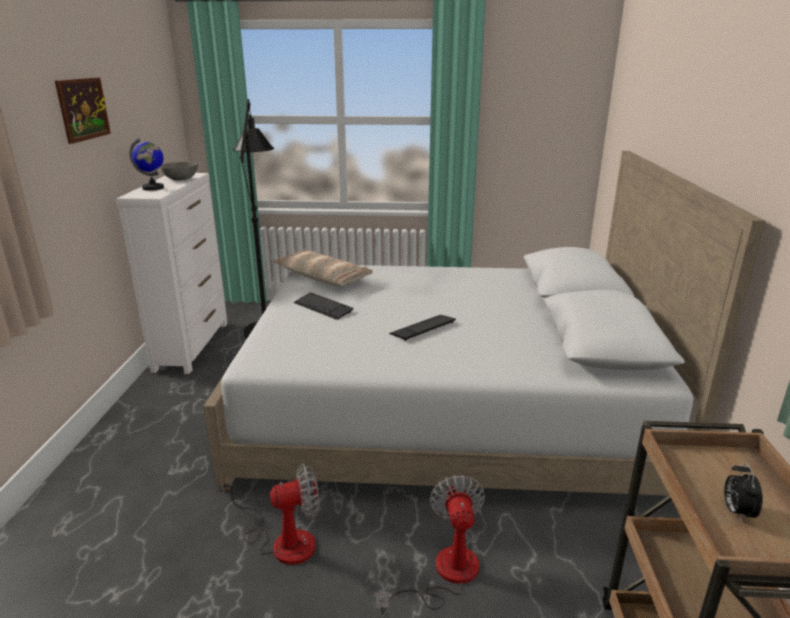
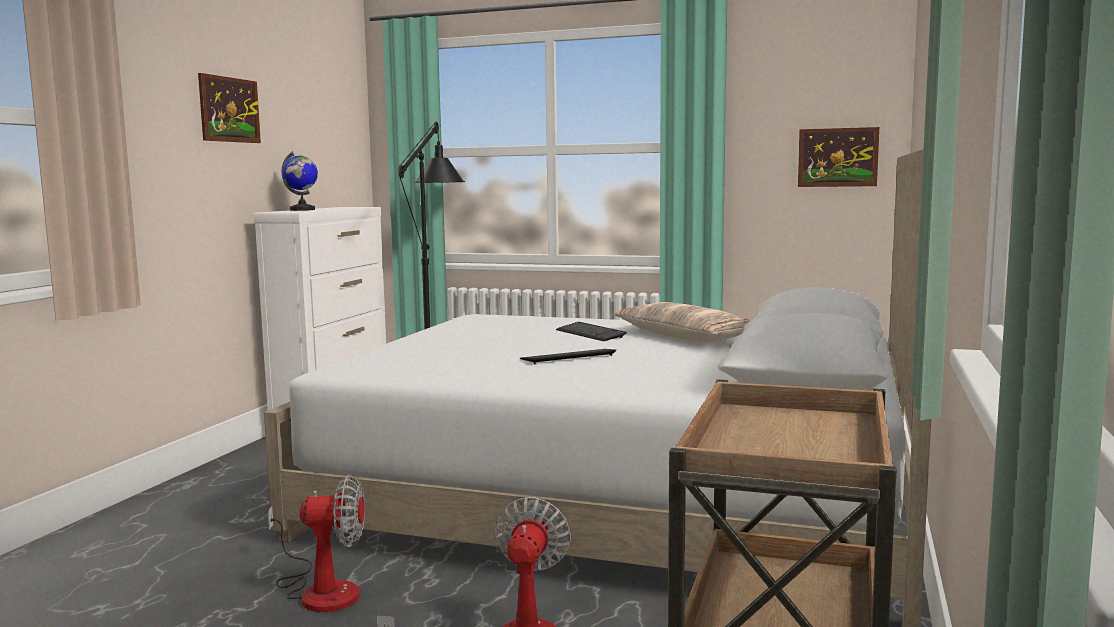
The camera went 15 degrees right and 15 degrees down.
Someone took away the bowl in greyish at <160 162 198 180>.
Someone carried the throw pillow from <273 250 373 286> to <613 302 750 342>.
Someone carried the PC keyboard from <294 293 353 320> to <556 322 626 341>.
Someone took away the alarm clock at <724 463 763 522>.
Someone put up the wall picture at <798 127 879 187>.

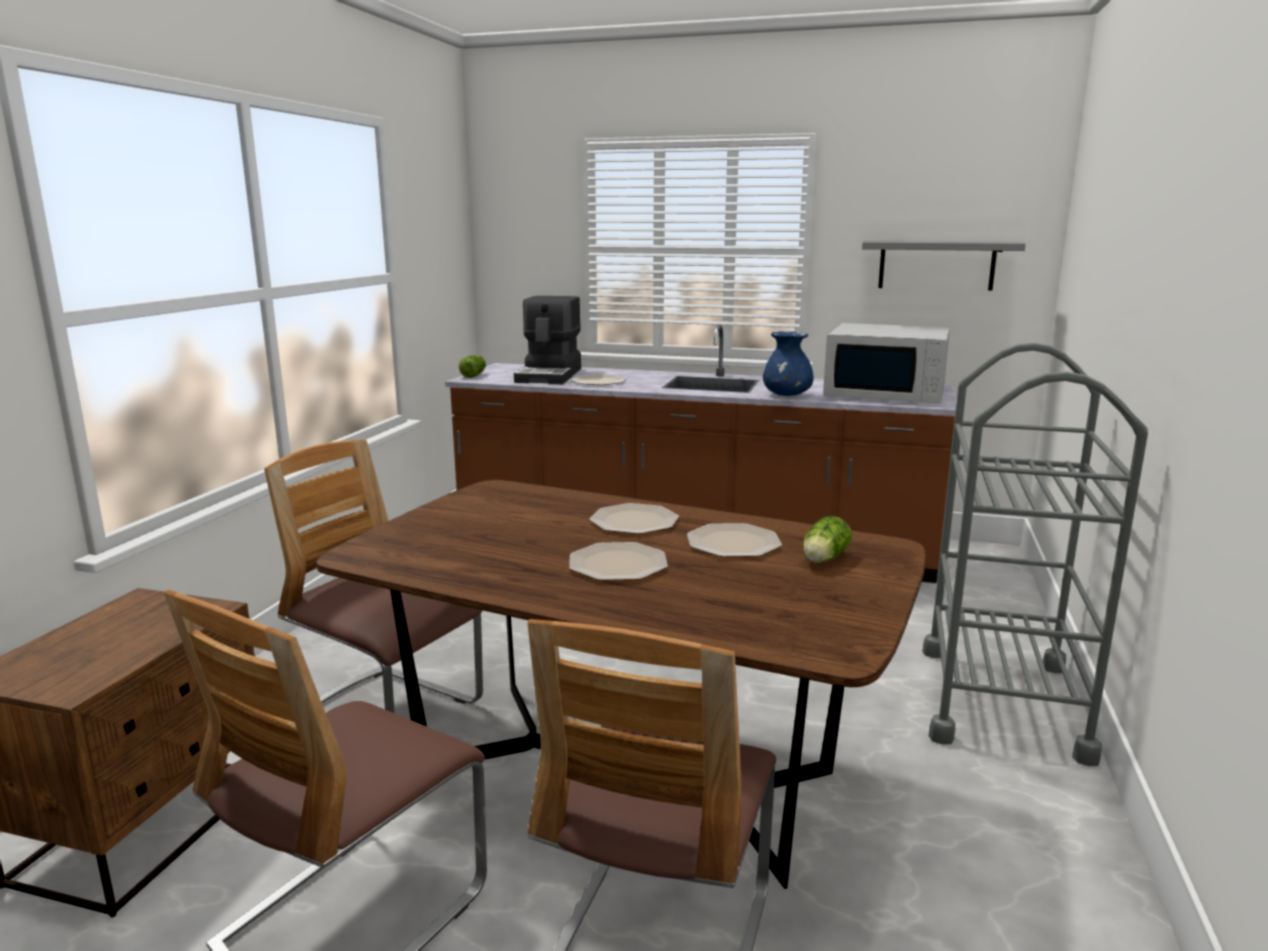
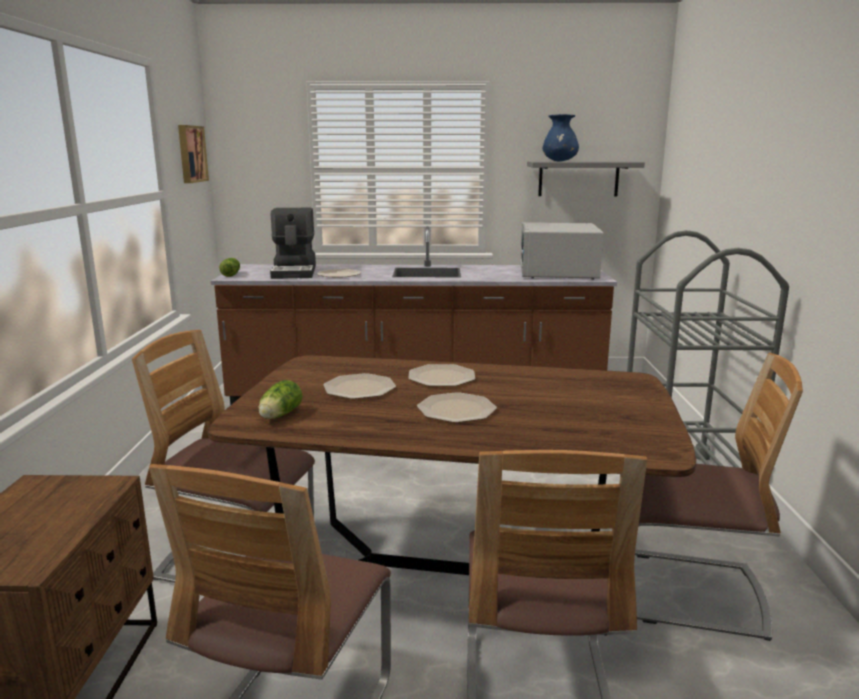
The camera went 15 degrees left and 0 degrees up.
Someone rotated the microwave in white-coloured at <823 323 950 404> by 90 degrees clockwise.
Someone carried the vase in blue from <763 331 813 396> to <543 114 579 161>.
Someone carried the lettuce from <803 516 852 563> to <258 380 302 419>.
Someone carried the plate from <687 523 782 557> to <323 373 396 399>.
Someone put up the wall picture at <178 125 209 183>.
Someone put down the upright chair at <620 353 803 641>.

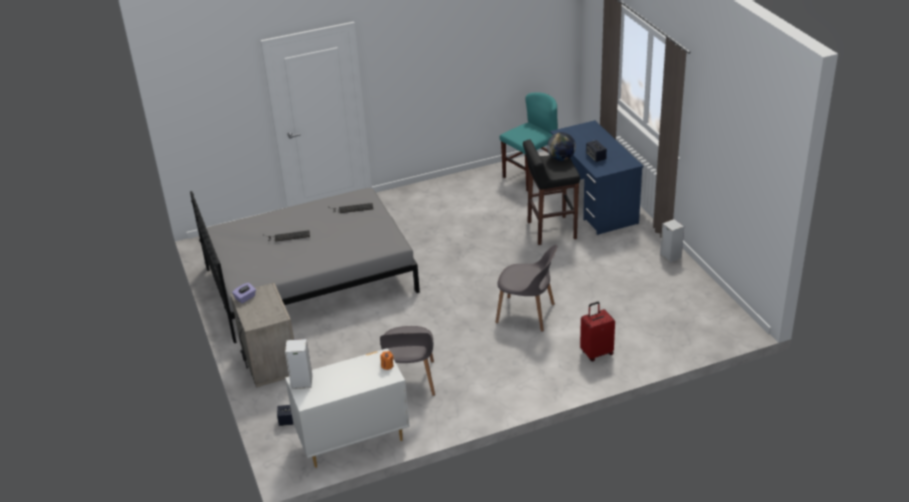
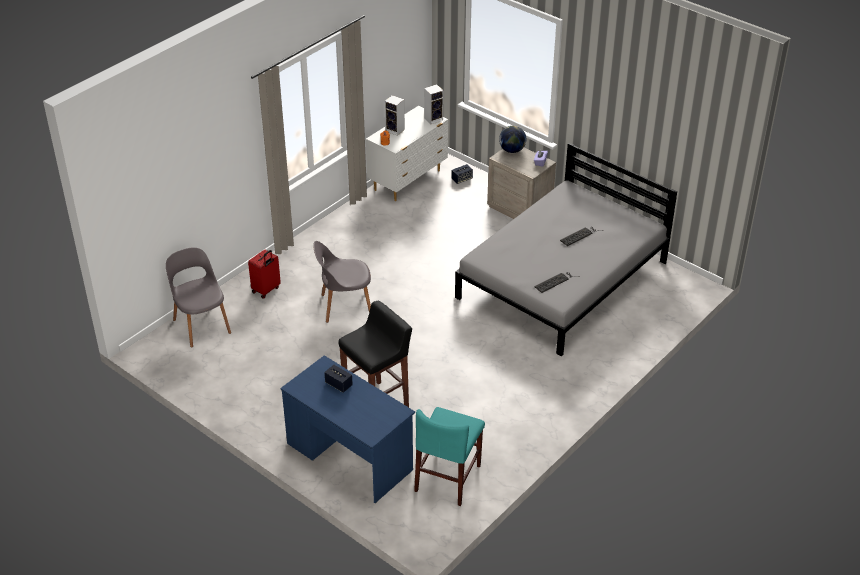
The camera went 150 degrees right and 5 degrees up.
Someone carried the globe from <547 132 576 161> to <499 126 526 153>.
Someone carried the speaker from <660 219 684 263> to <385 95 405 136>.
Someone carried the upright chair in greyish from <380 326 435 396> to <166 247 231 347>.

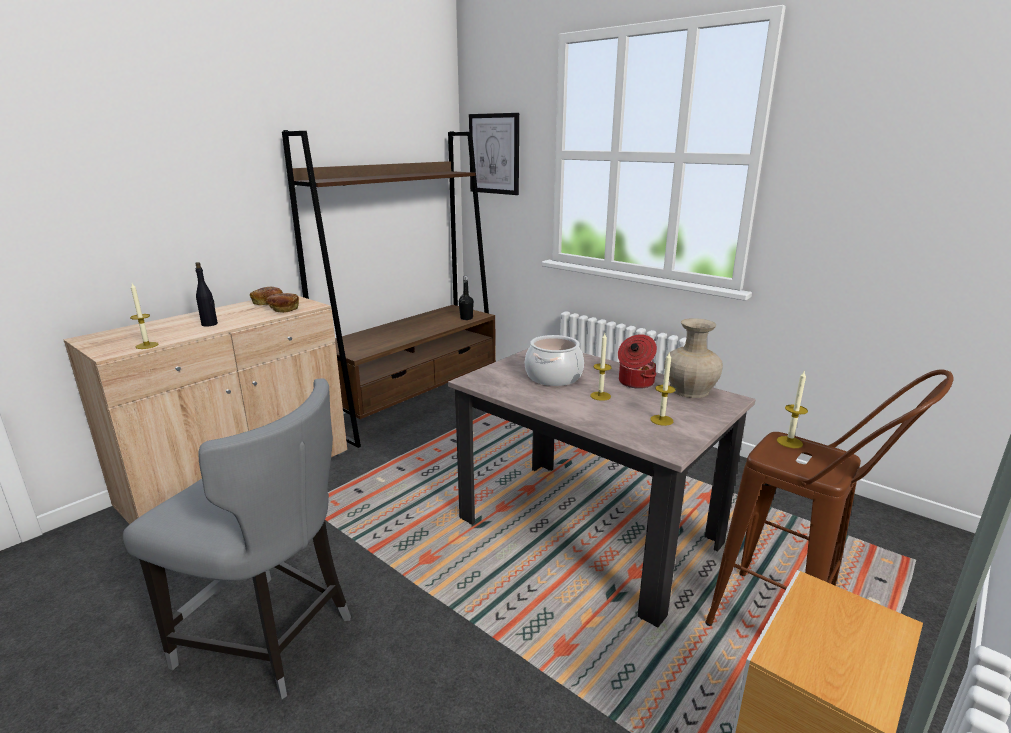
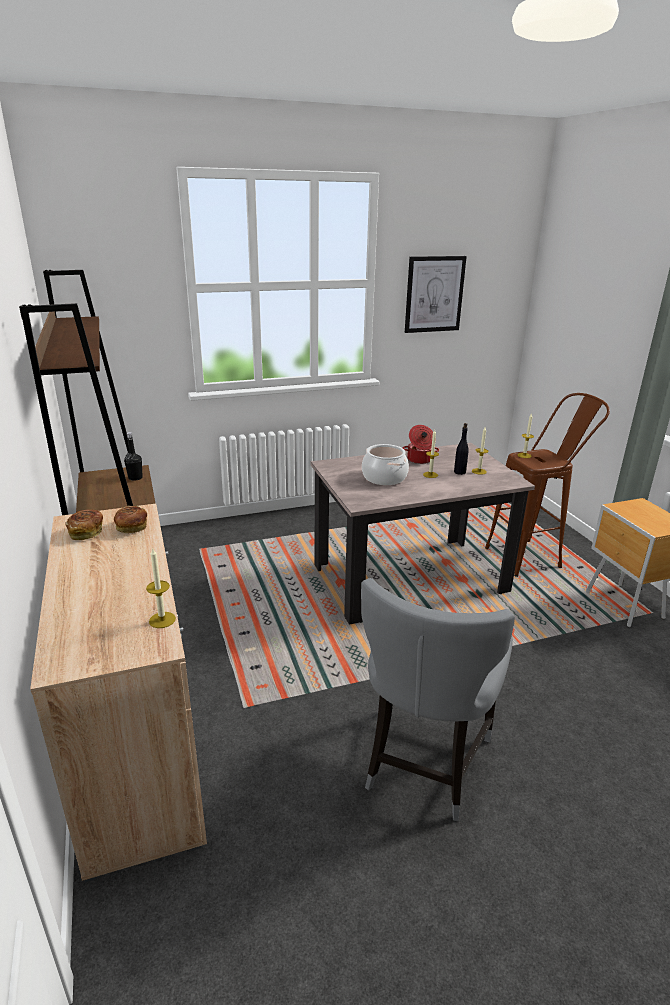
The camera went 60 degrees left and 5 degrees up.
Someone carried the wall picture from <469 113 519 195> to <405 256 467 333>.
Someone carried the bottle in black-coloured from <195 262 218 327> to <454 423 469 475>.
Someone took away the vase in sand-coloured at <664 318 723 398>.
Someone rotated the upright chair in greyish at <123 378 351 699> by 150 degrees clockwise.

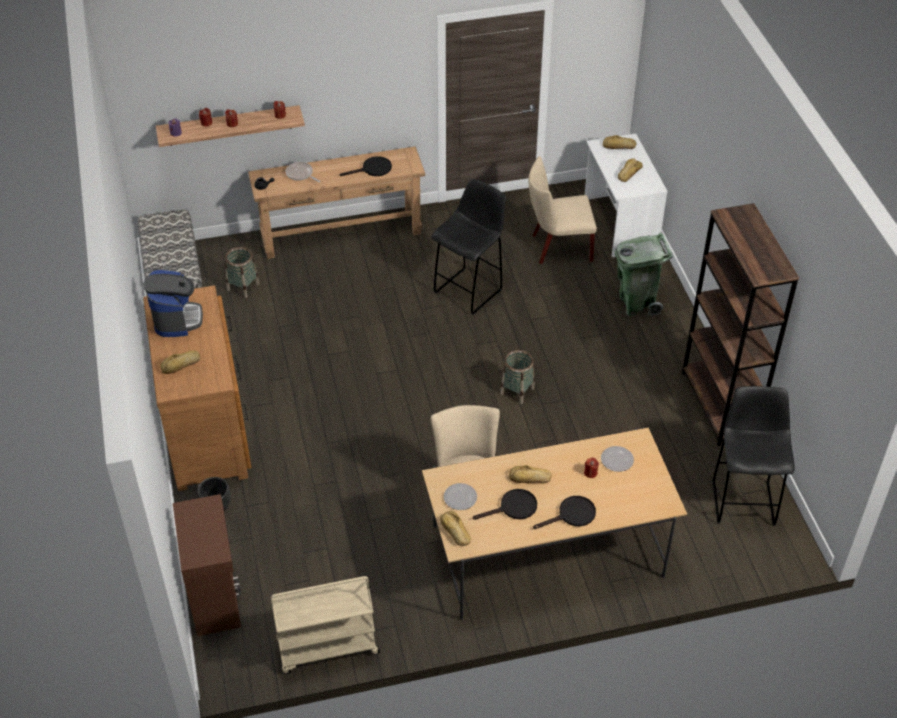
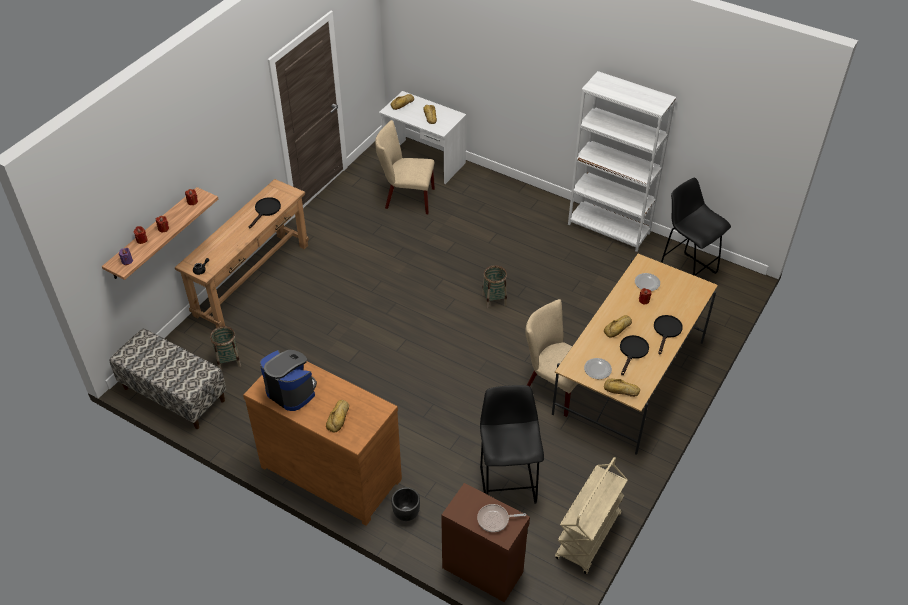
The camera went 45 degrees left and 0 degrees up.
Someone rotated the upright chair in sand-coloured at <528 156 597 264> by 60 degrees clockwise.
Someone carried the frying pan from <286 162 320 182> to <477 504 526 532>.
Someone carried the stool seat in black-coloured from <431 179 506 315> to <480 385 544 504>.
Someone repainted the bookcase in brownish at <682 203 799 446>, which became the bookcase in white-coloured at <568 71 676 252>.
Someone took away the trash can in green at <615 233 673 316>.

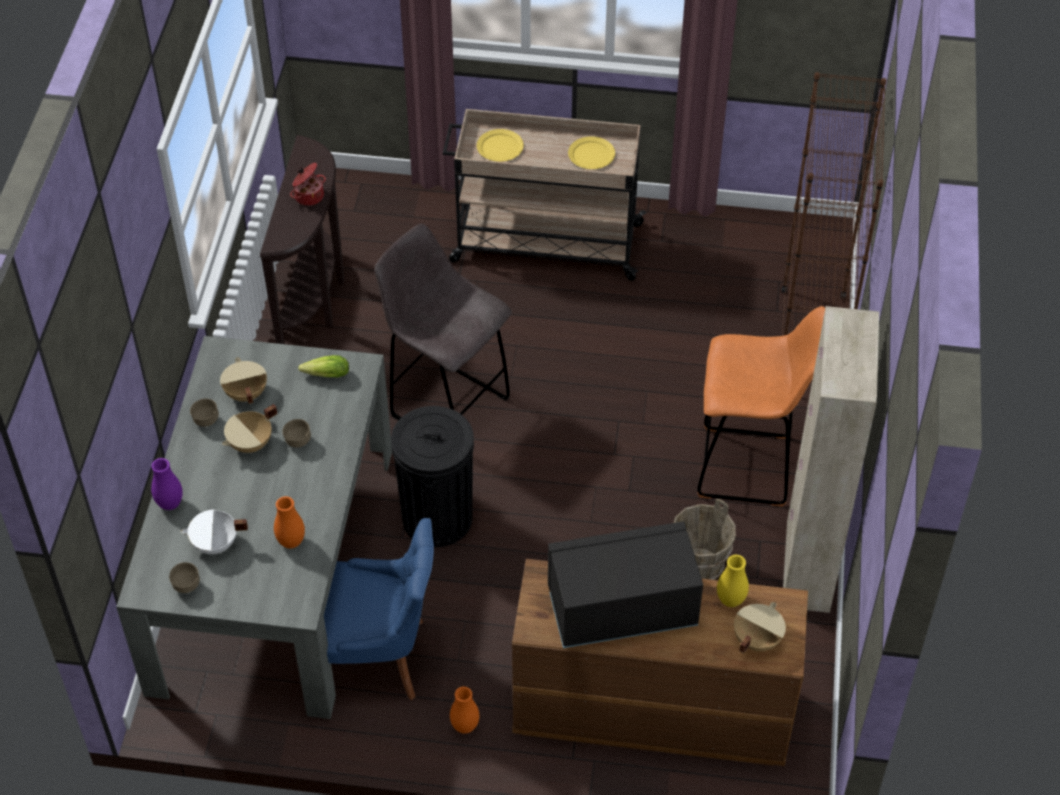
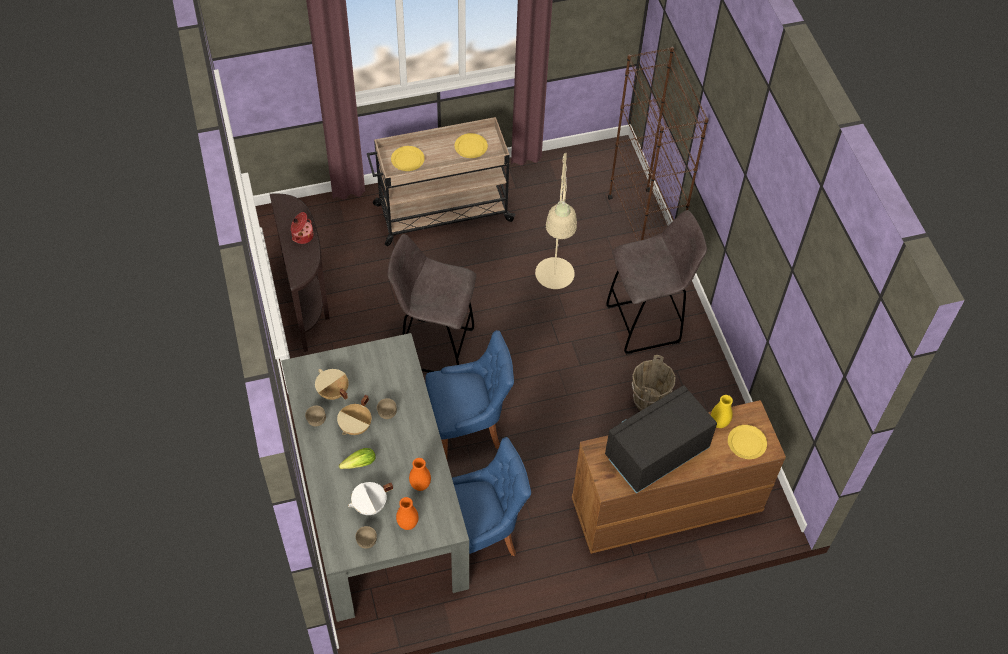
The camera went 25 degrees left and 5 degrees up.
Someone repainted the stool seat in orange-coloured at <697 306 825 507>, which became the stool seat in greyish at <606 210 707 355>.
Someone took away the cabinet in sand-coloured at <783 306 879 613>.
Someone carried the lettuce from <298 355 349 377> to <339 448 376 469>.
Someone swapped the trash can in black-coloured at <391 406 474 547> for the upright chair in blue at <425 330 514 459>.
Someone took away the vase in purple at <151 458 183 510>.
Someone swapped the cooking pot in sand-coloured at <734 602 786 654> for the plate in yellow at <728 425 767 459>.
Someone carried the vase in orange-coloured from <450 687 479 734> to <396 497 419 530>.
Someone put down the standard lamp in sand-coloured at <535 153 577 289>.

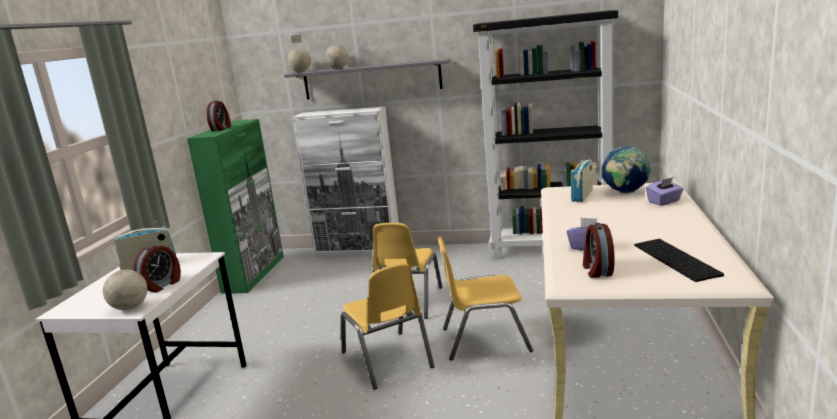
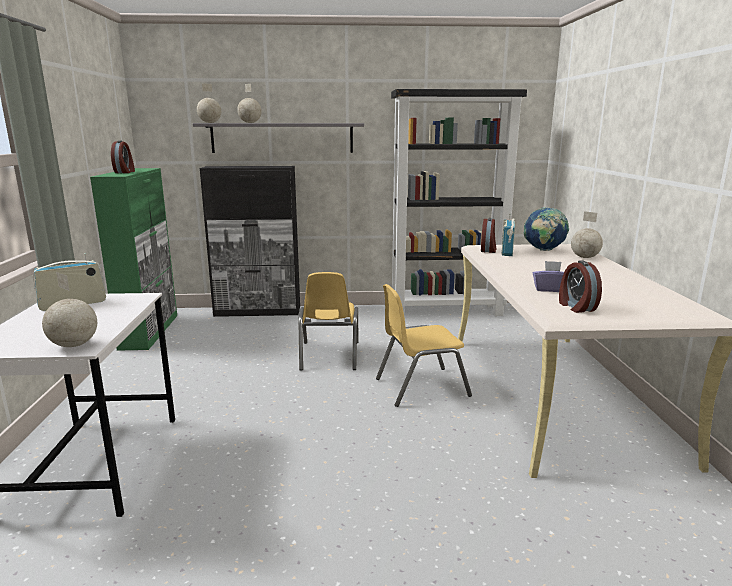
The camera went 15 degrees left and 0 degrees up.
Someone repainted the cabinet in white-coloured at <293 106 399 258>, which became the cabinet in black-coloured at <200 166 300 317>.
Someone swapped the tissue box in purple at <646 177 684 206> for the globe at <571 211 603 258>.
Someone took away the PC keyboard at <634 239 724 282>.
Someone carried the alarm clock from <133 244 181 293> to <481 218 497 253>.
Someone took away the upright chair in yellow at <341 263 435 390>.

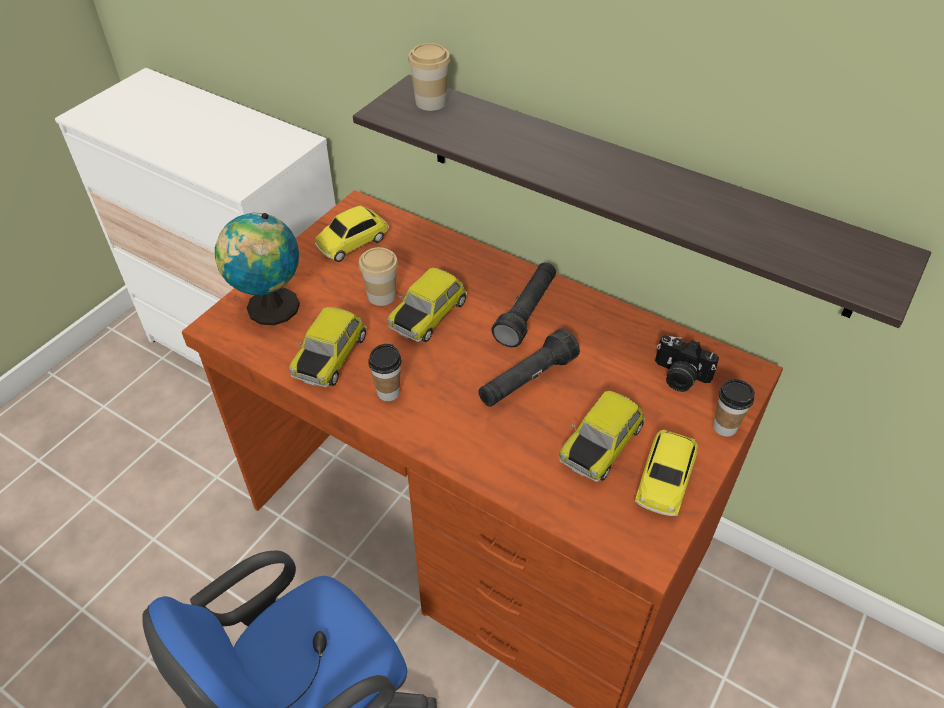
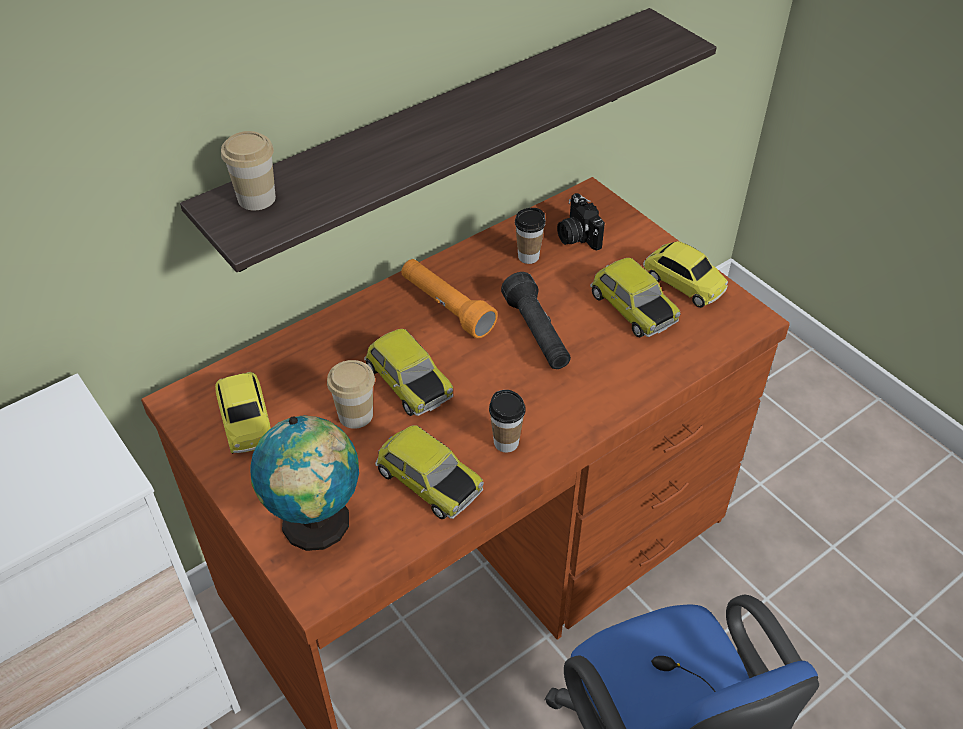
The camera went 70 degrees left and 0 degrees up.
Someone repainted the hand torch in black-coloured at <491 263 556 347>, which became the hand torch in orange-coloured at <402 259 498 339>.
Someone rotated the still camera at <655 335 719 392> by 105 degrees clockwise.
Someone carried the small cup from <713 379 755 437> to <515 208 546 264>.

